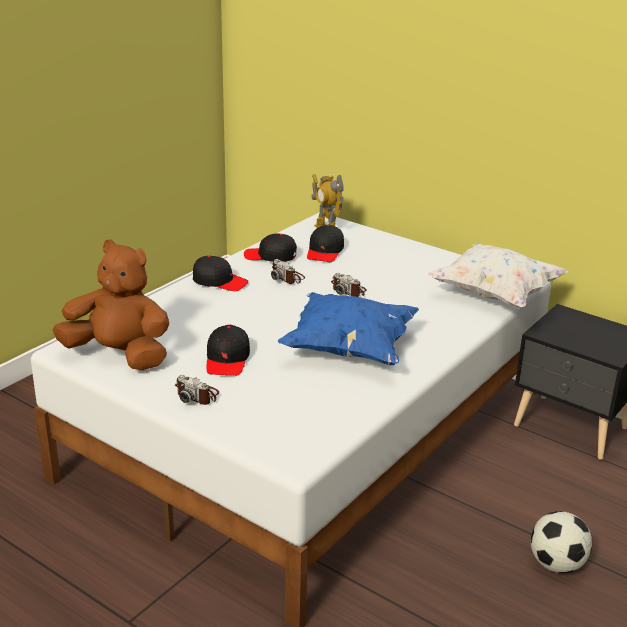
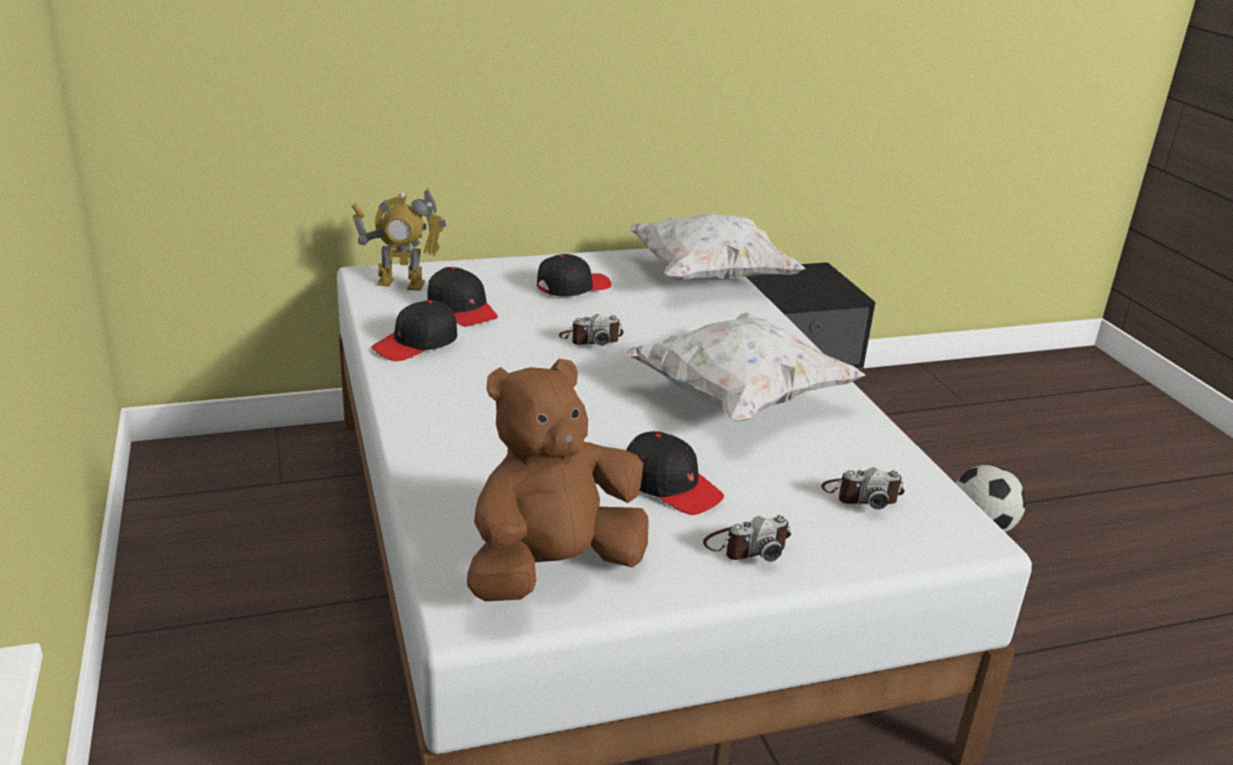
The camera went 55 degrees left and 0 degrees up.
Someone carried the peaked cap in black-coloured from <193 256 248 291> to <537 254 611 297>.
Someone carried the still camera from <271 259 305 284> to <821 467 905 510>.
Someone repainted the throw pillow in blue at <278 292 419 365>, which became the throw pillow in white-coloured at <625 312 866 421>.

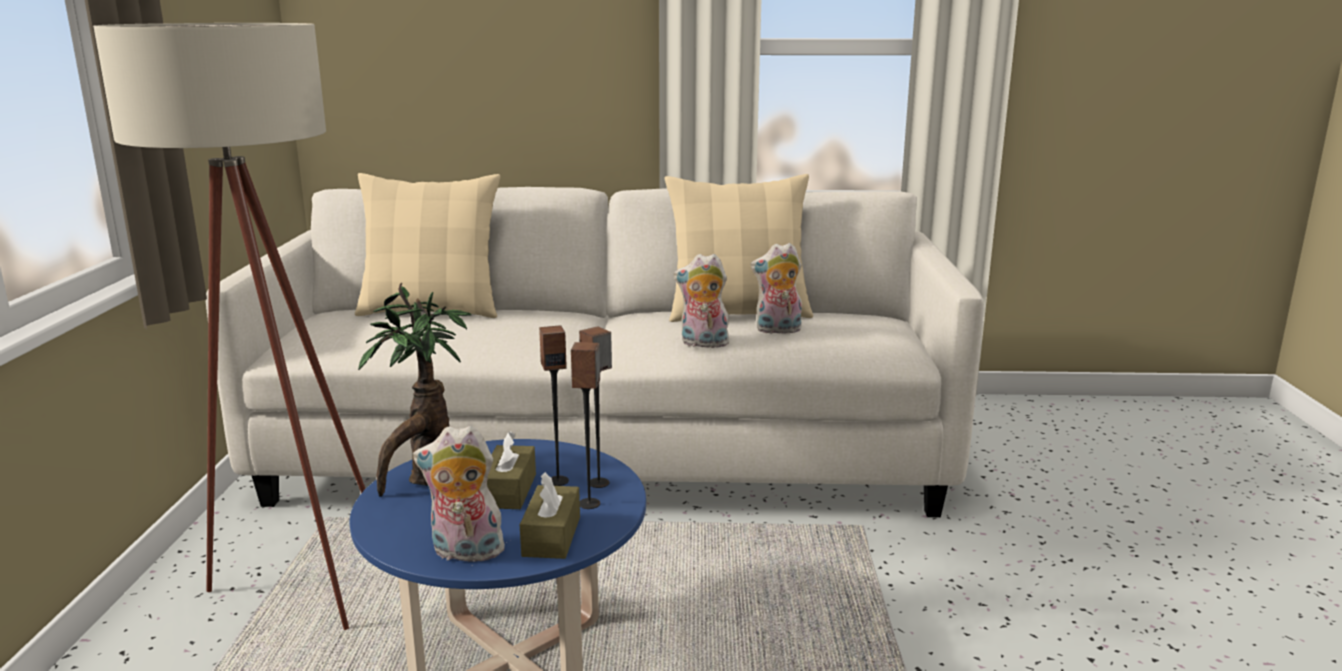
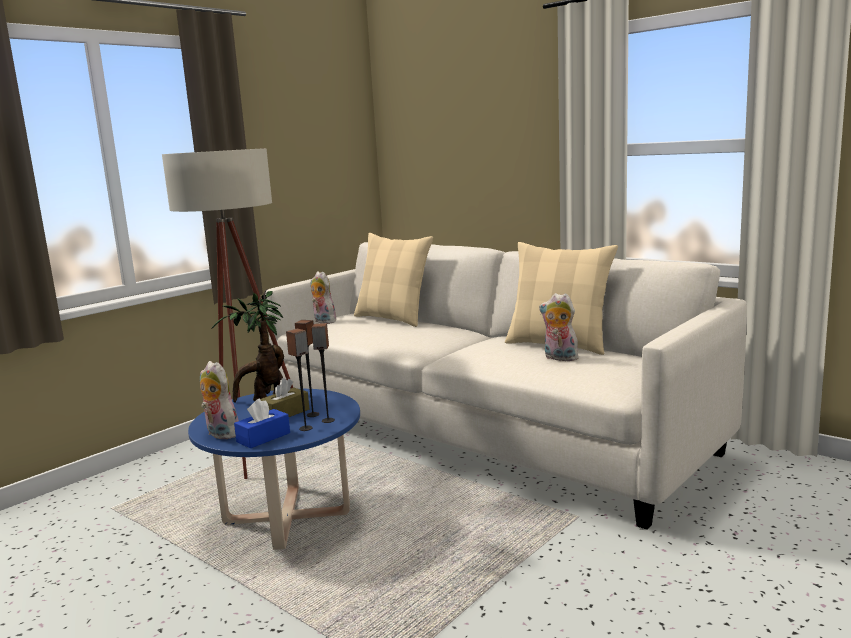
The camera went 40 degrees right and 5 degrees down.
Someone carried the soft toy from <674 254 732 348> to <311 271 336 324>.
Someone repainted the tissue box in brownish at <520 472 580 559>, which became the tissue box in blue at <234 399 290 448>.

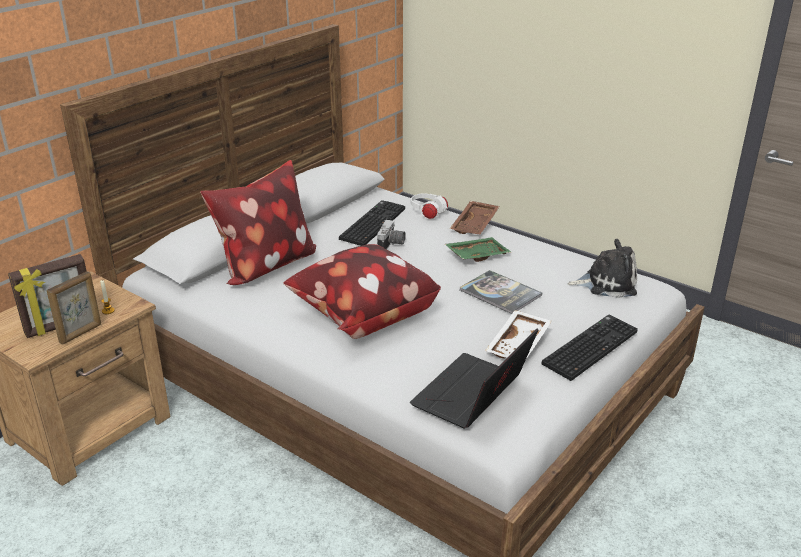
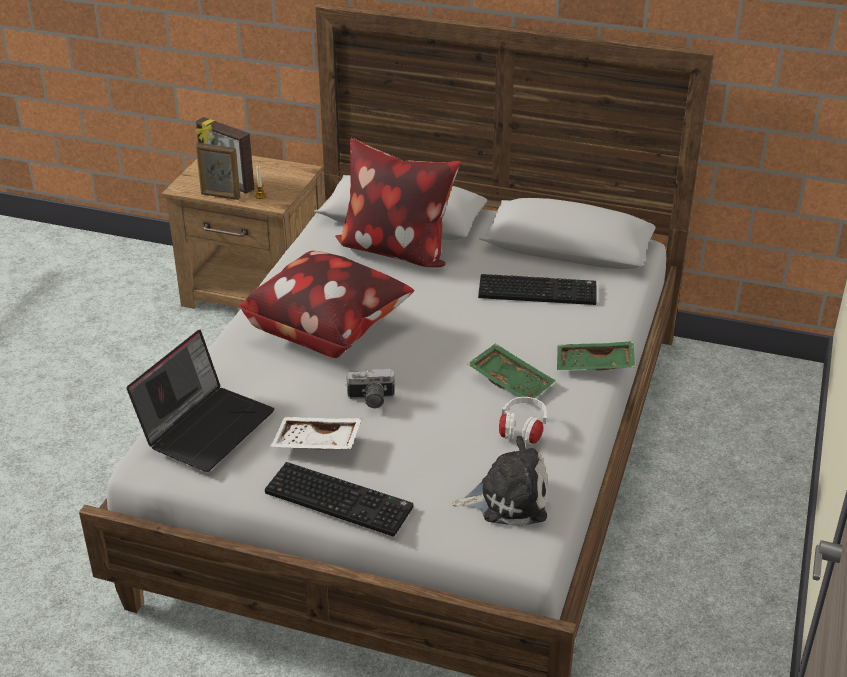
The camera went 70 degrees right and 5 degrees up.
Someone carried the pair of headphones in white-coloured from <411 193 448 219> to <499 397 547 444>.
Someone repainted the serving tray in brownish at <450 201 500 234>, which became the serving tray in green at <557 341 635 371>.
Someone carried the still camera from <377 220 406 249> to <346 369 396 408>.
Someone rotated the soft toy at <568 239 637 298> by 75 degrees counterclockwise.
Someone took away the bound book at <460 270 542 314>.
Someone rotated the portable computer at <410 328 538 429> by 105 degrees clockwise.

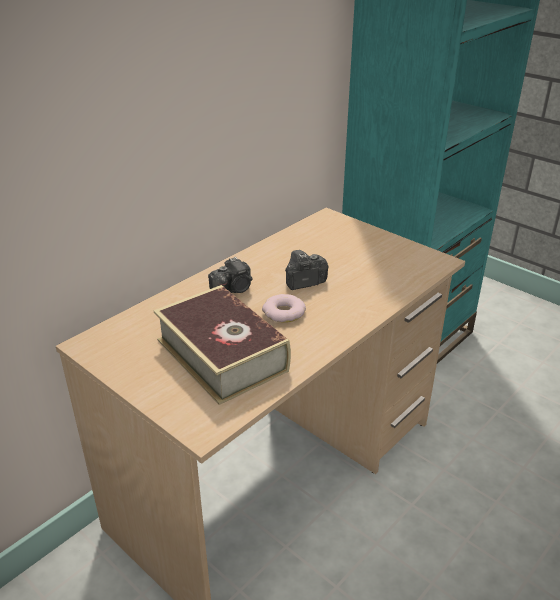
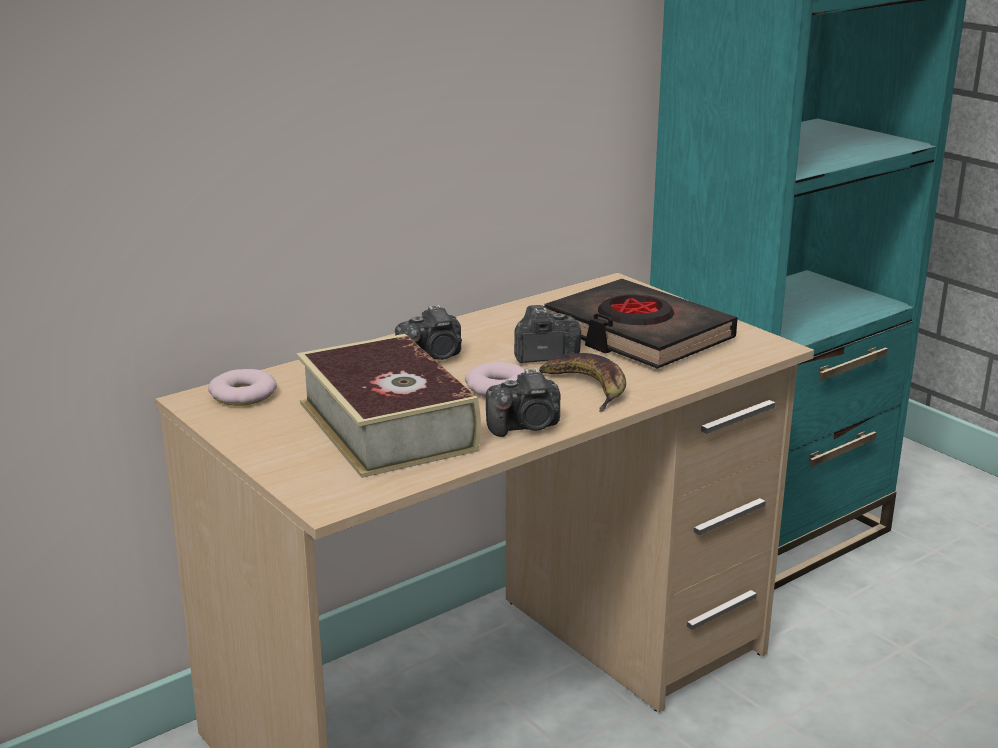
The camera went 10 degrees right and 10 degrees down.
Someone put down the bound book in black-coloured at <544 279 738 369>.
Someone put down the whole banana at <539 353 626 412>.
Someone put down the still camera at <486 368 561 437>.
Someone put down the donut at <208 369 277 406>.

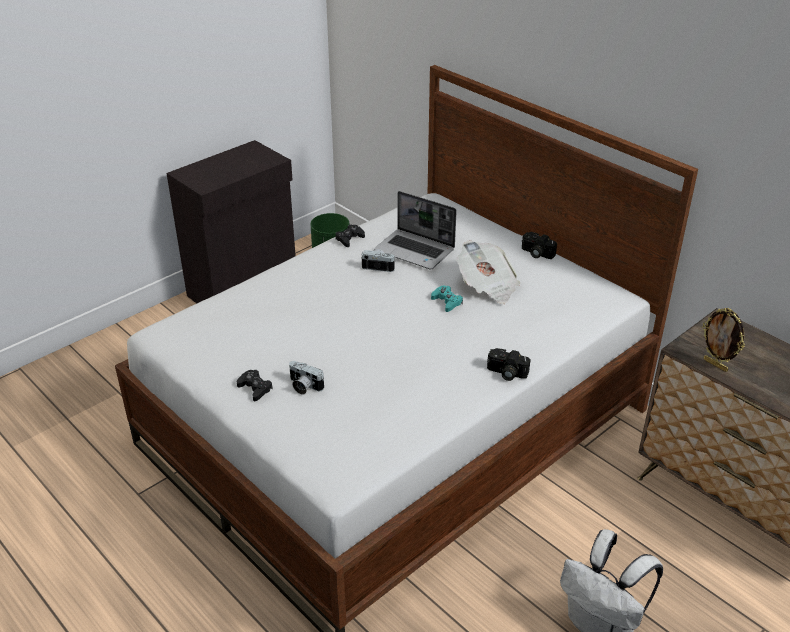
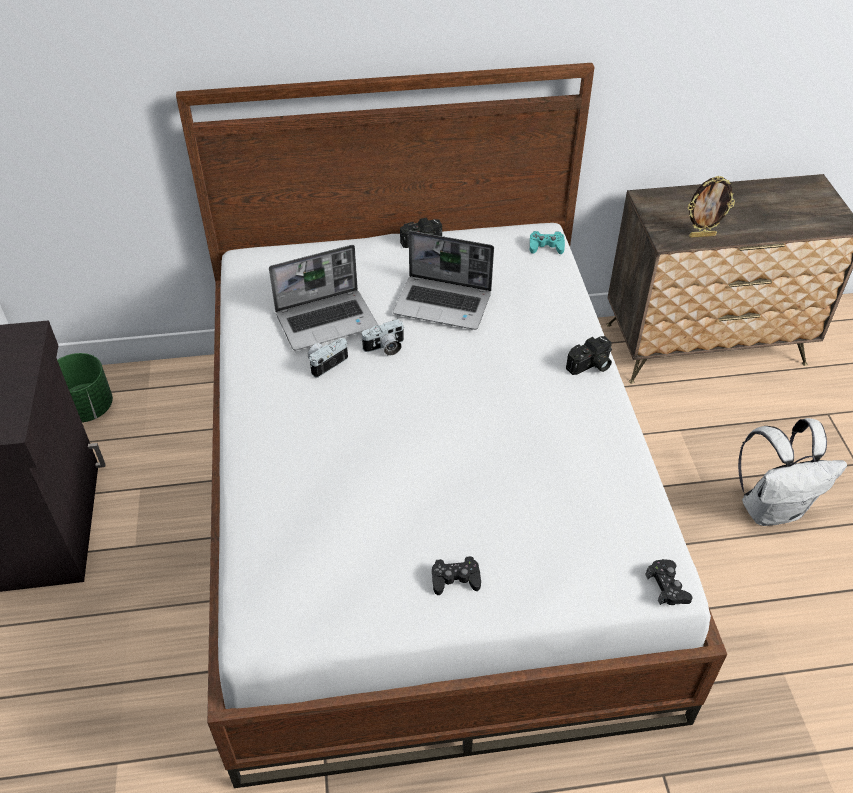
The camera went 55 degrees left and 10 degrees up.
Someone carried the joypad in black-coloured from <335 225 365 247> to <645 559 693 605>.
Someone swapped the newspaper at <456 240 520 304> for the portable computer at <393 231 494 330>.
Someone carried the joypad in blue-green from <431 286 463 312> to <530 231 565 254>.
Someone carried the still camera from <289 361 324 395> to <361 319 404 356>.

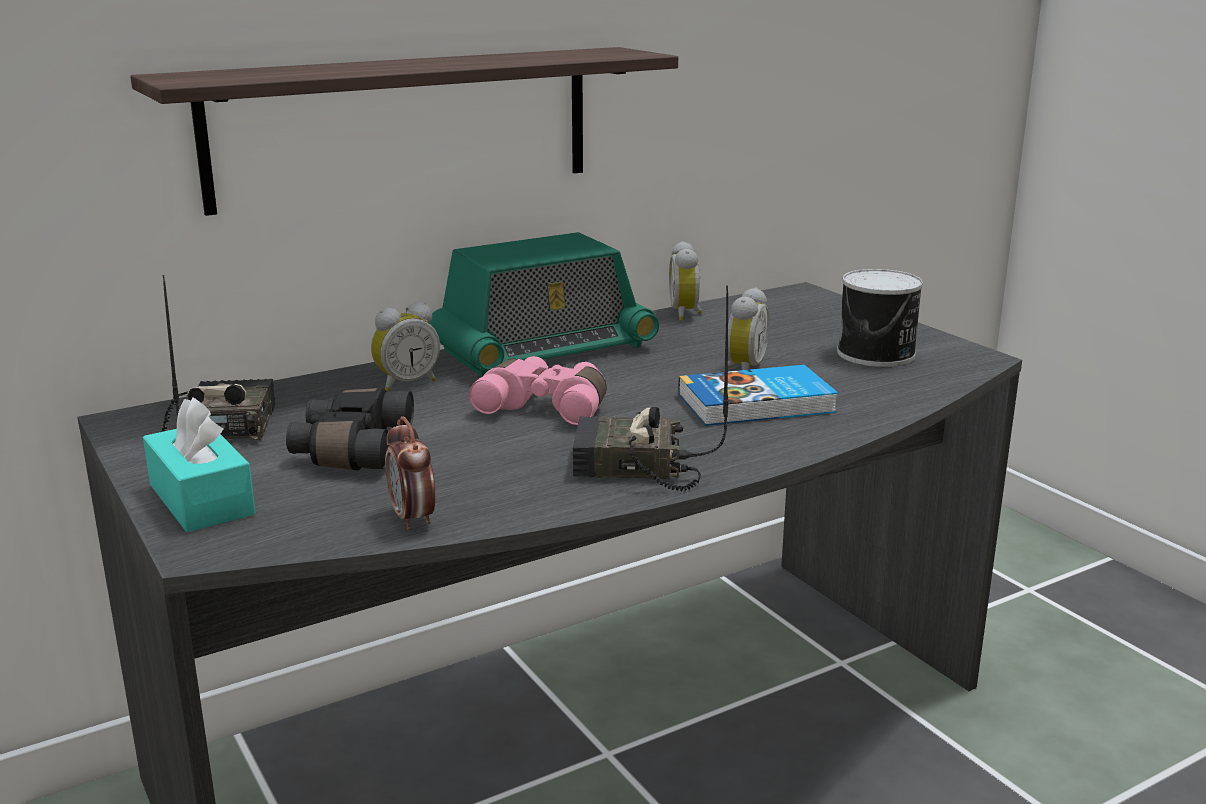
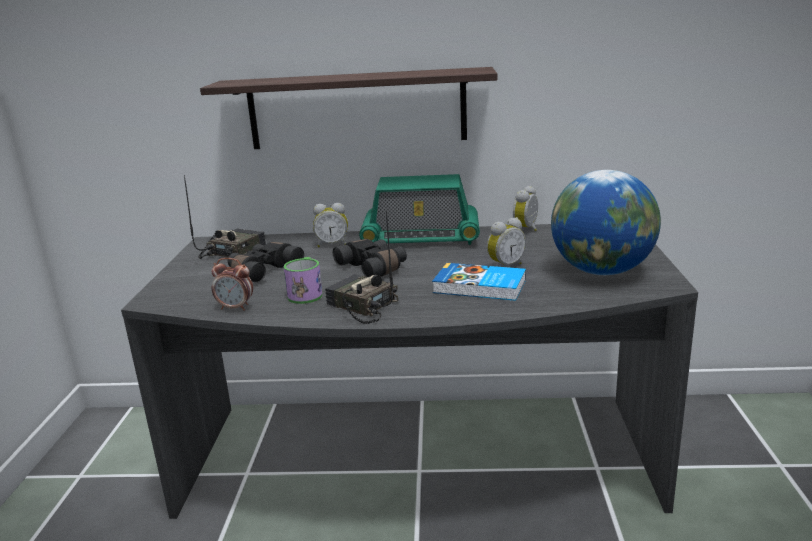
The camera went 35 degrees right and 0 degrees up.
Someone swapped the metal can at <837 269 923 367> for the globe at <551 170 661 275>.
Someone repainted the pair of binoculars in pink at <469 356 607 425>, which became the pair of binoculars in black-coloured at <333 239 407 277>.
Someone took away the tissue box in blue-green at <143 397 255 532>.
Someone rotated the alarm clock at <385 416 435 530> by 90 degrees counterclockwise.
Someone put down the mug at <284 257 323 304>.

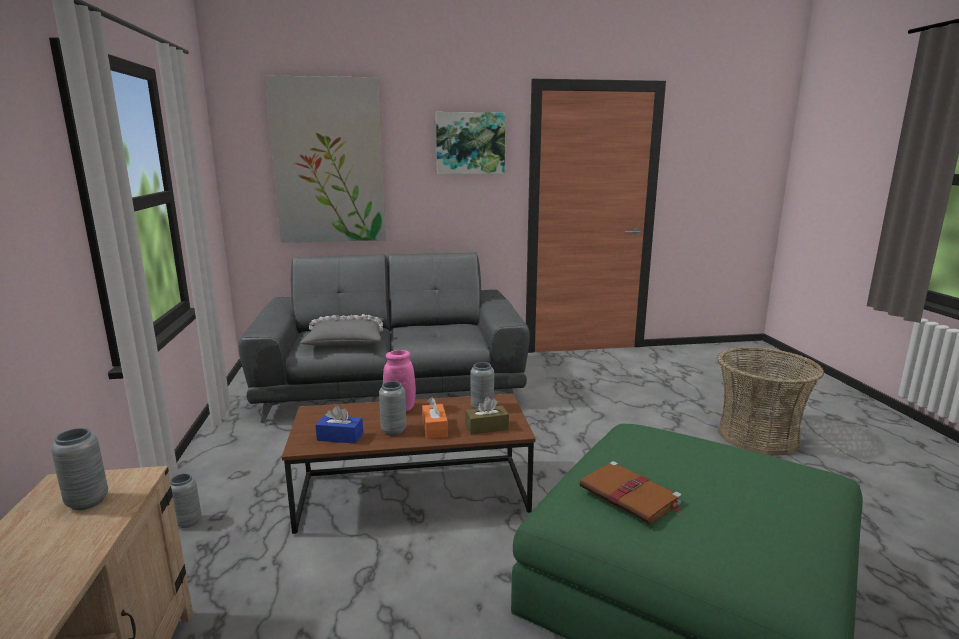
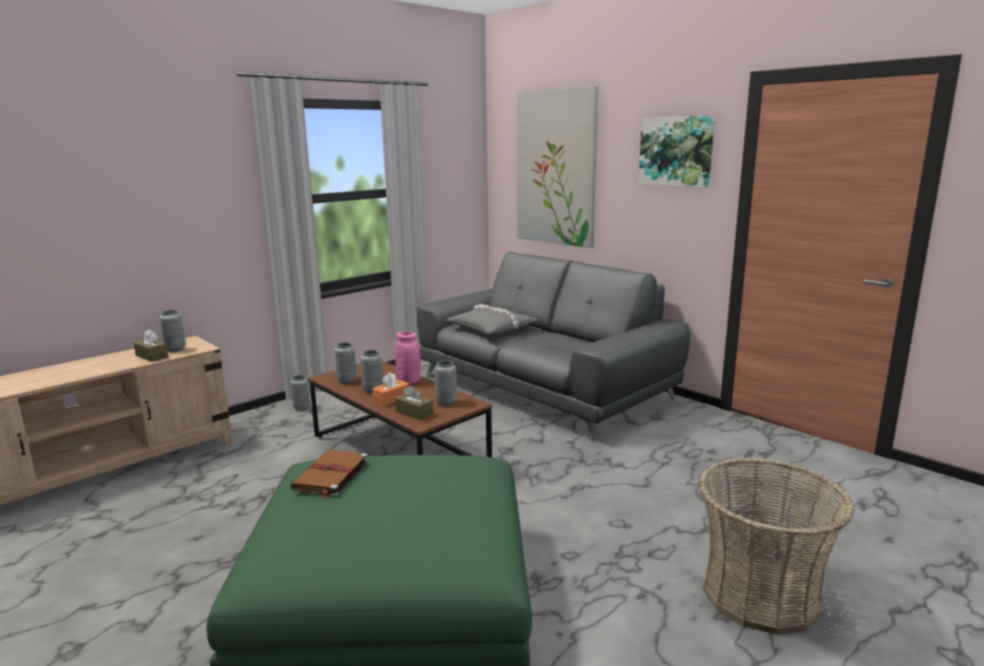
The camera went 55 degrees right and 0 degrees up.
Someone swapped the tissue box in blue at <315 406 363 444> for the vase in greyish at <335 342 357 384>.
Someone put down the tissue box in brownish at <134 330 168 362>.

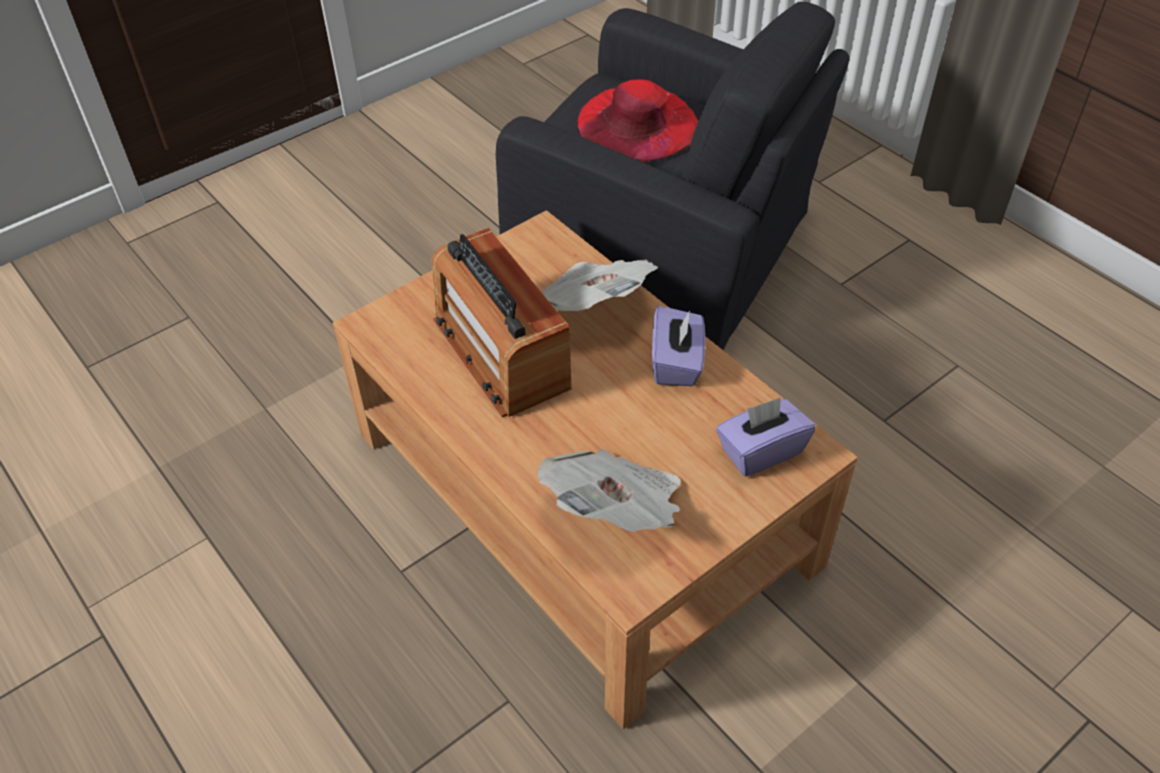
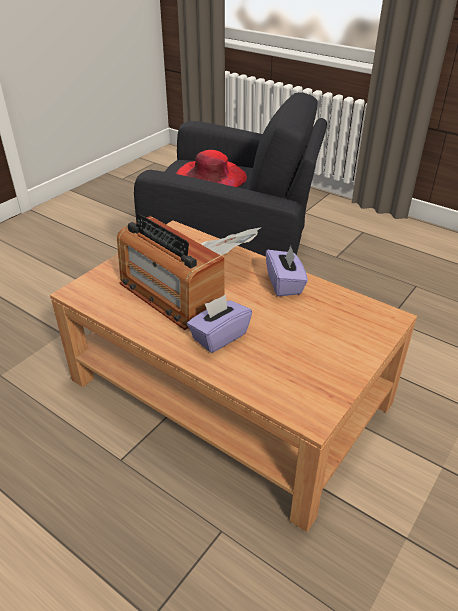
The camera went 15 degrees left and 10 degrees down.
Someone carried the tissue box in purple from <716 397 816 477> to <187 294 252 353>.
Someone took away the newspaper at <538 449 681 532>.

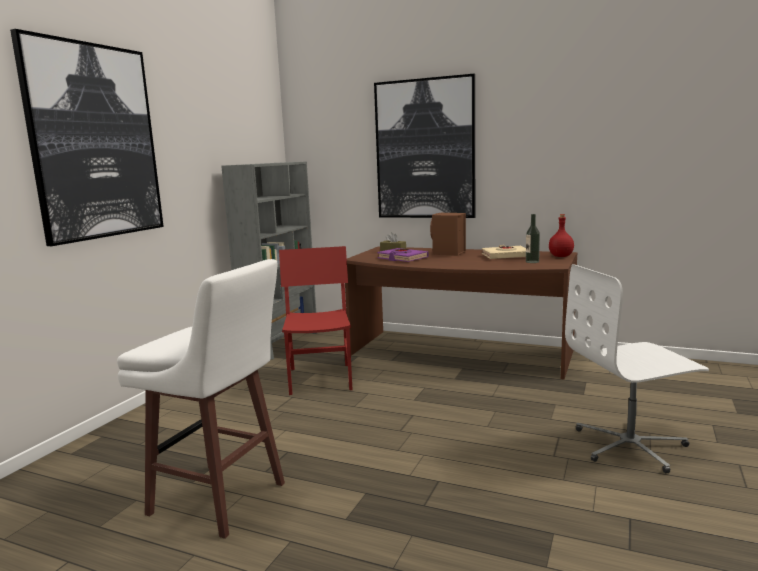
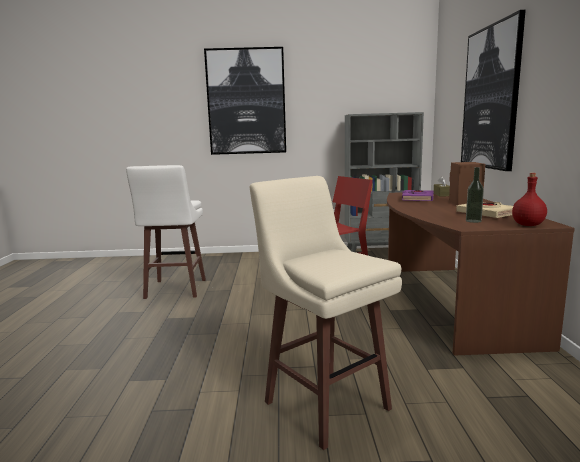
The camera went 65 degrees right and 0 degrees up.
Someone swapped the desk chair in white-coloured at <565 264 709 473> for the stool seat in sand-coloured at <250 176 402 450>.

